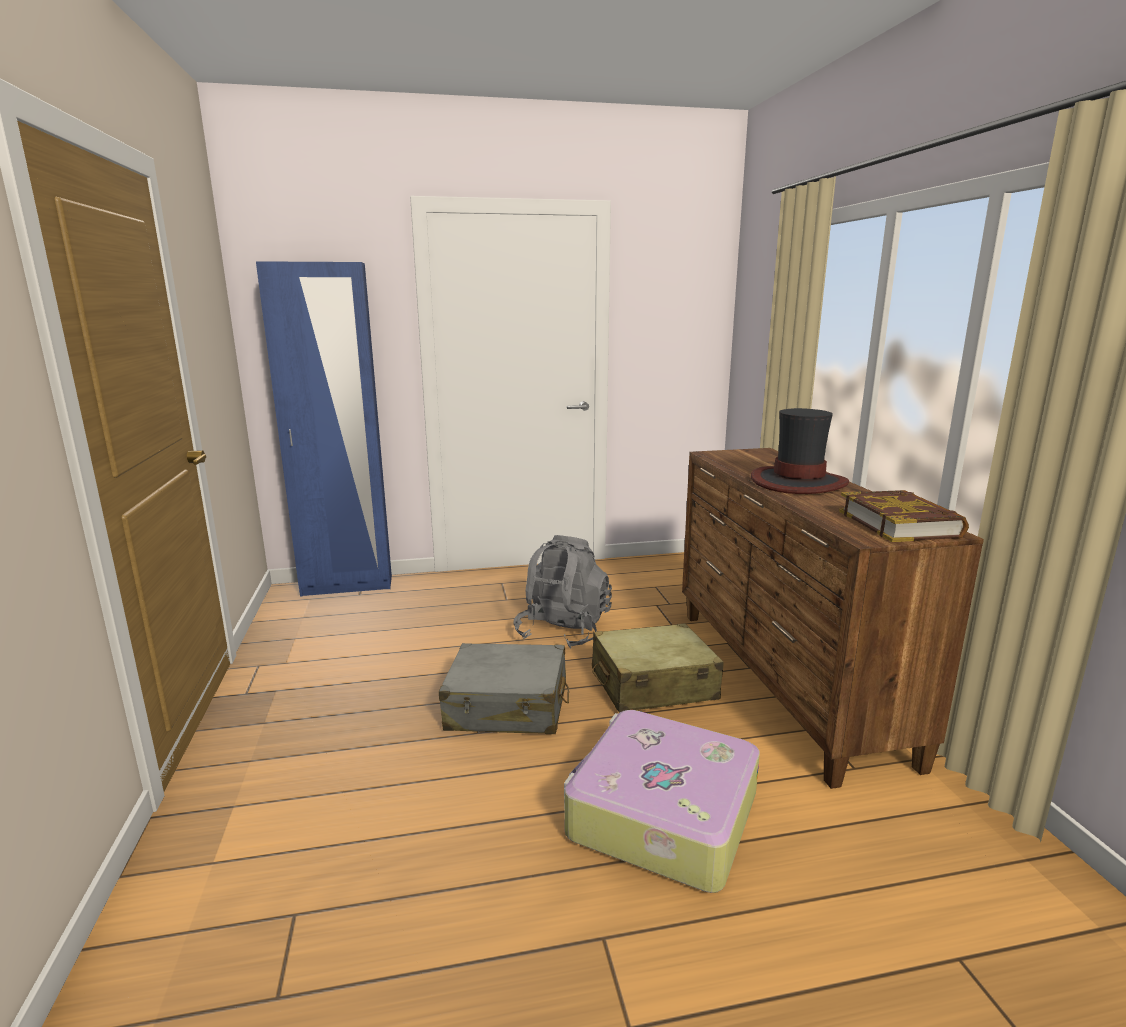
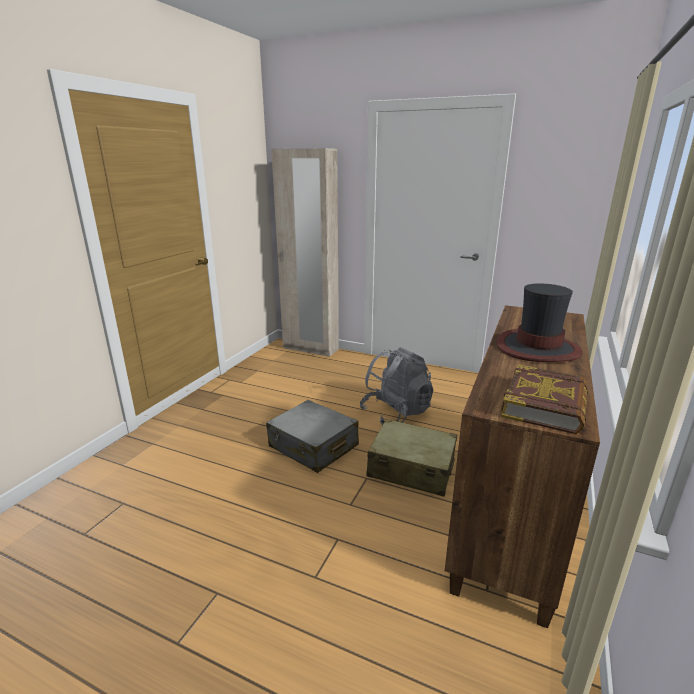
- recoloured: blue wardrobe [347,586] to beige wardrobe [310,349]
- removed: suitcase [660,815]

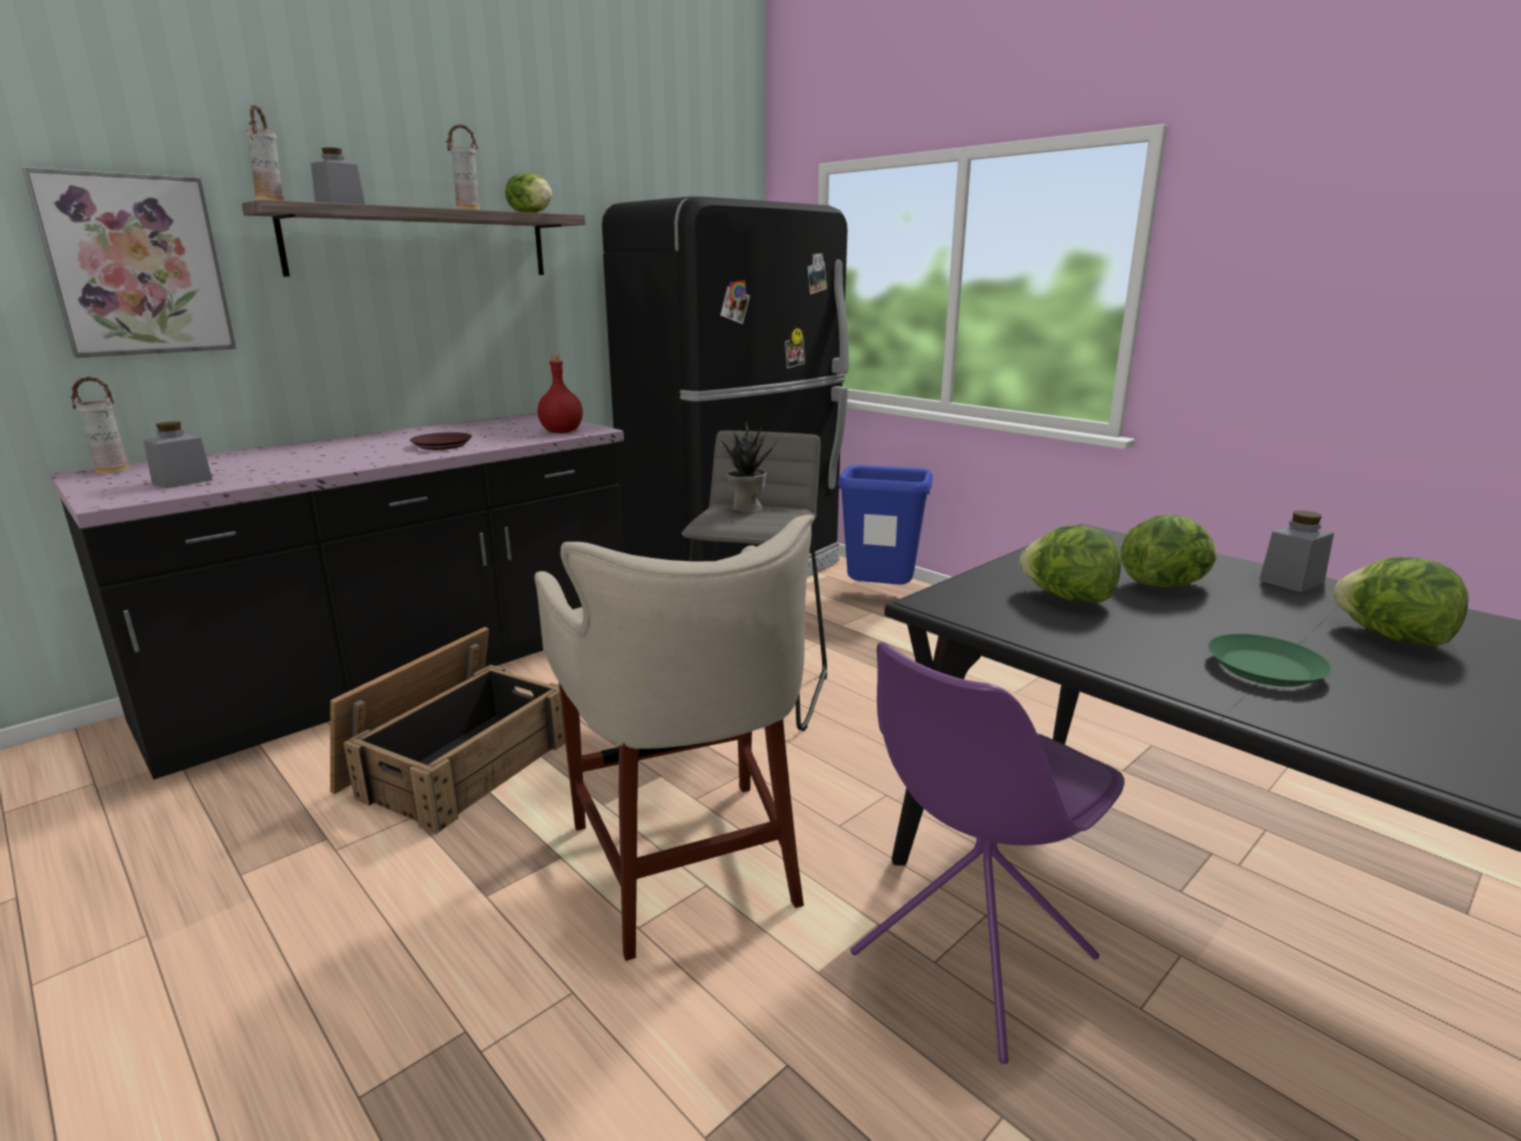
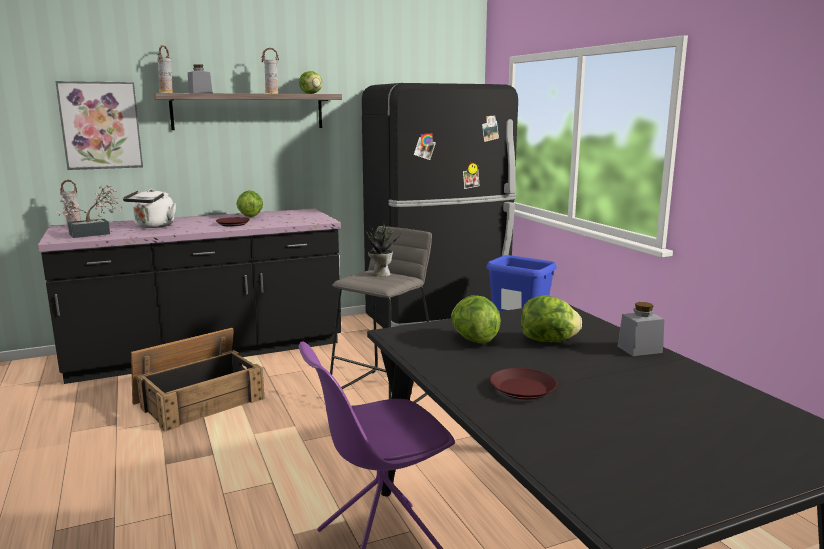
- removed: red bottle [561,432]
- replaced: grey jar [182,482] to potted plant [95,233]
- removed: beige stool [687,859]
- moved: lettuce [1391,637] to [250,216]
- recoloured: green plate [1265,668] to brown plate [523,389]
- added: white kettle [153,226]

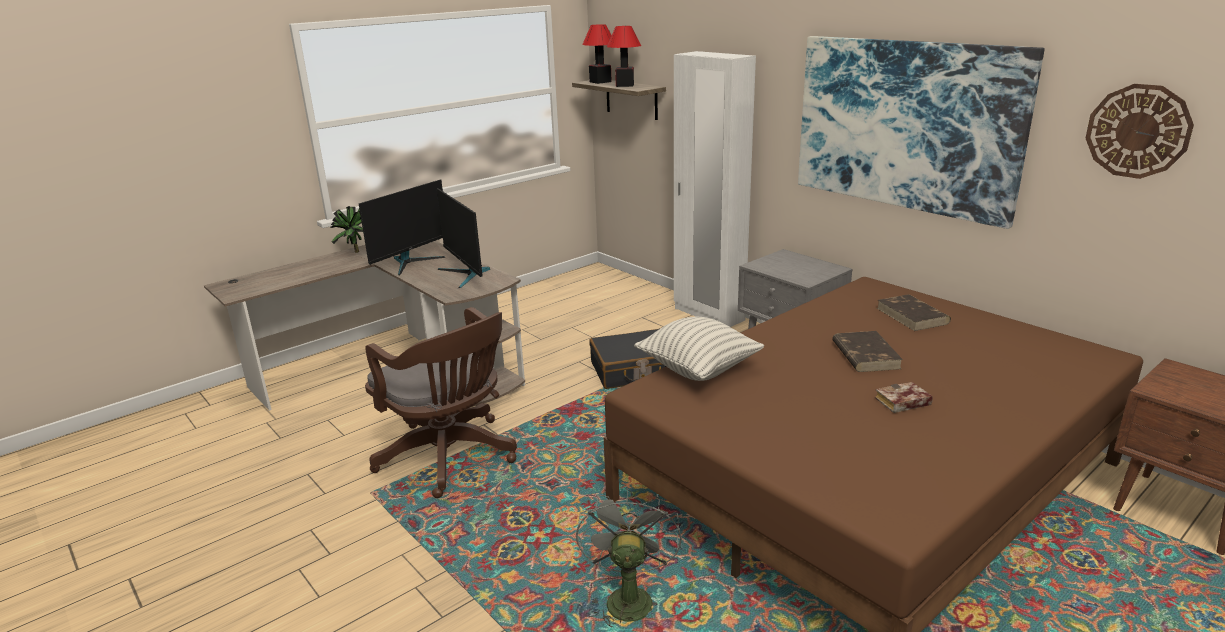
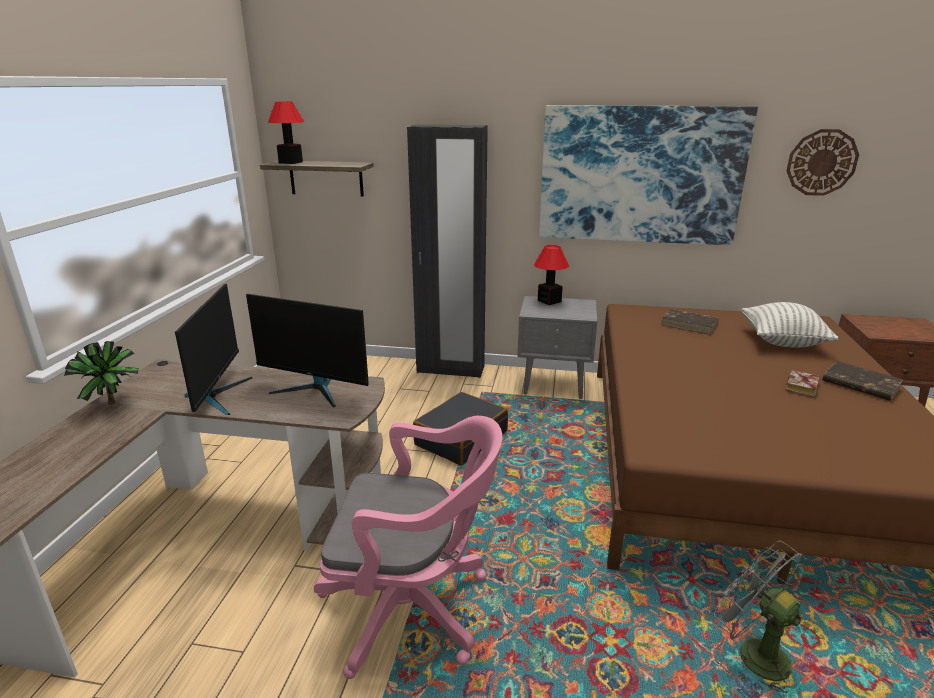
- moved: table lamp [625,85] to [549,301]
- recoloured: white wardrobe [708,314] to black wardrobe [450,369]
- recoloured: brown office chair [451,458] to pink office chair [414,608]
- moved: pillow [698,369] to [782,341]
- moved: brown book [865,355] to [860,384]

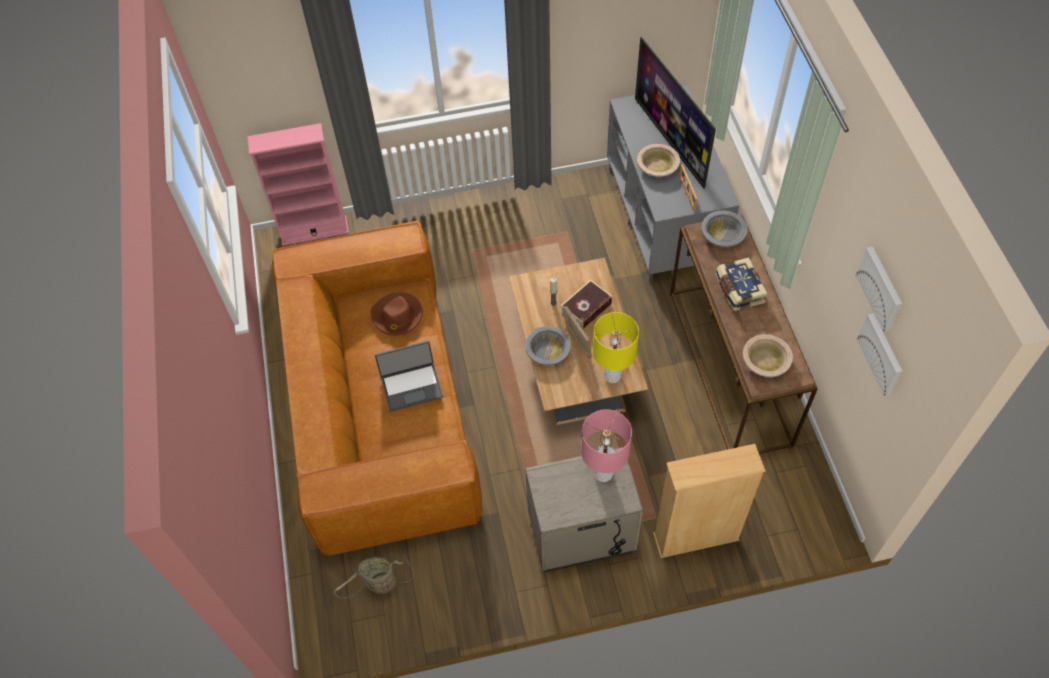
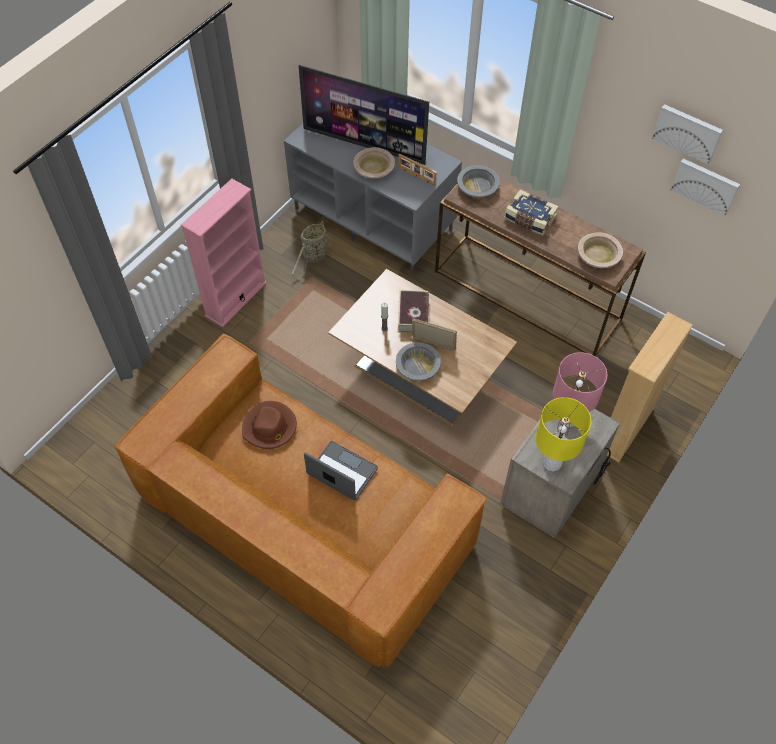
- moved: pink bookcase [314,230] to [236,299]
- moved: yellow table lamp [613,375] to [552,462]
- turned: laptop [411,386] = [341,472] 90 degrees counterclockwise
- moved: basket [379,584] to [314,257]

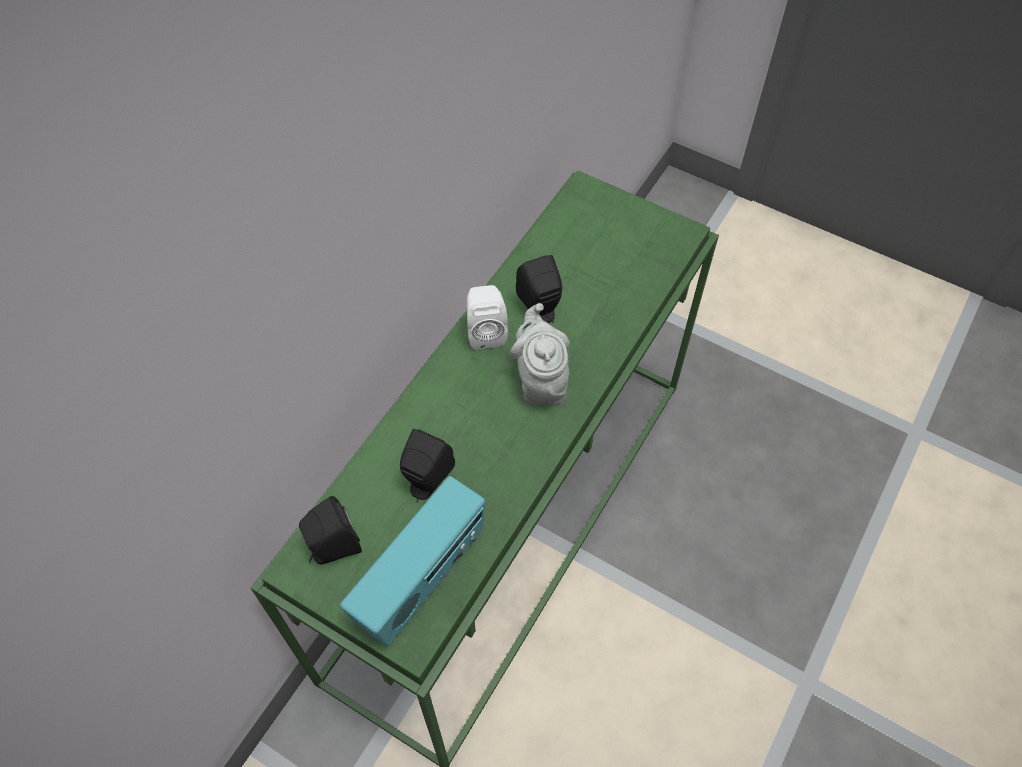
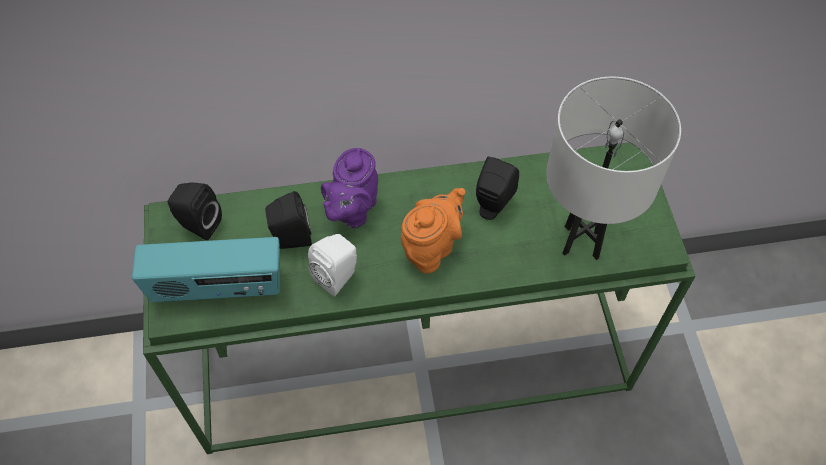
- moved: white speaker [486,331] to [338,276]
- recoloured: grey teapot [541,380] to orange teapot [432,248]
- added: white table lamp [581,242]
- added: purple teapot [352,210]

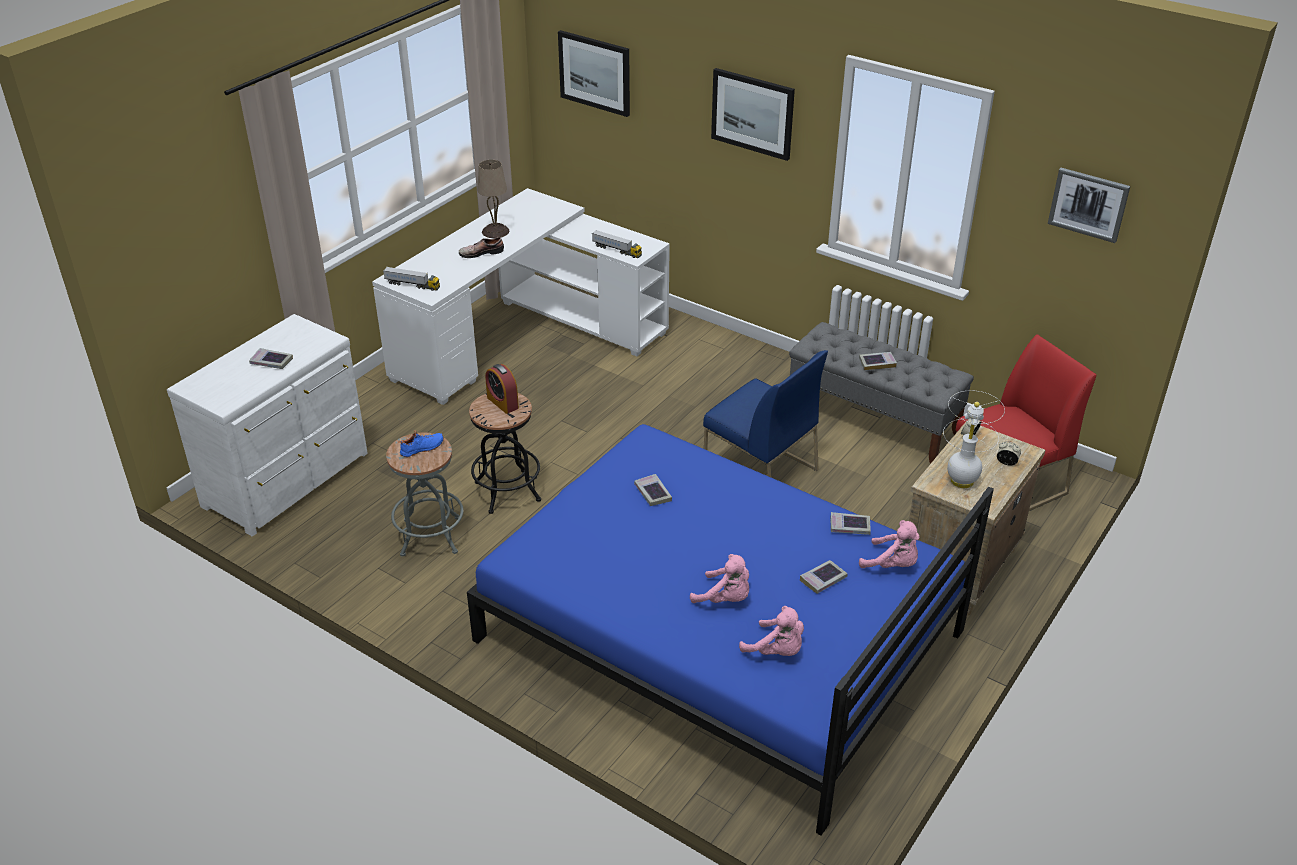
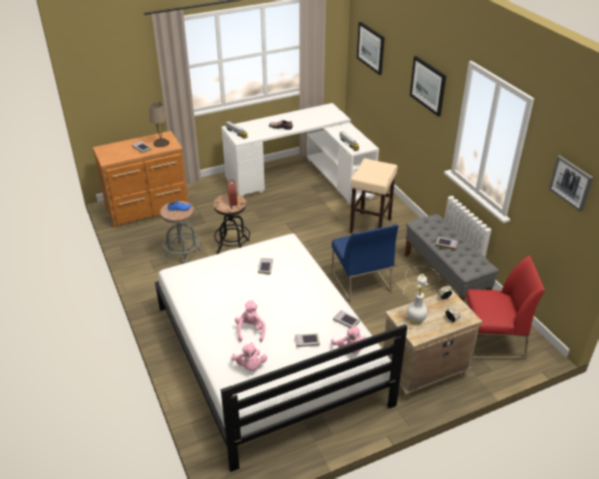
- moved: beige table lamp [496,231] to [161,143]
- recoloured: white dresser [290,480] to brown dresser [148,209]
- recoloured: blue bed [719,637] to white bed [268,354]
- turned: pink plush toy [725,599] = [250,331] 150 degrees counterclockwise
- added: beige stool [370,226]

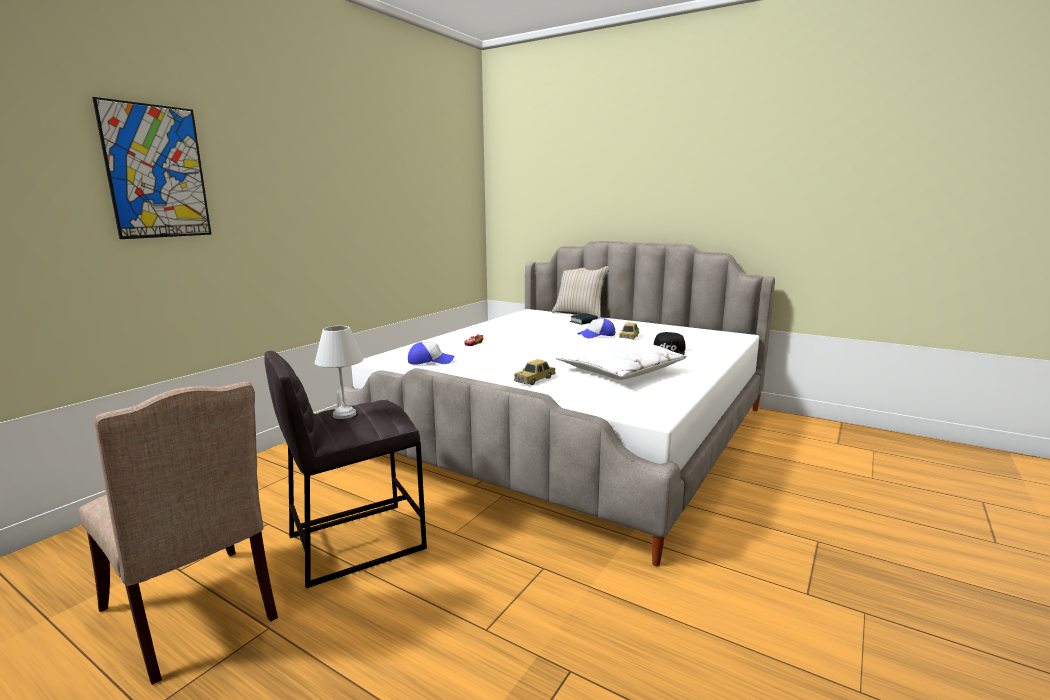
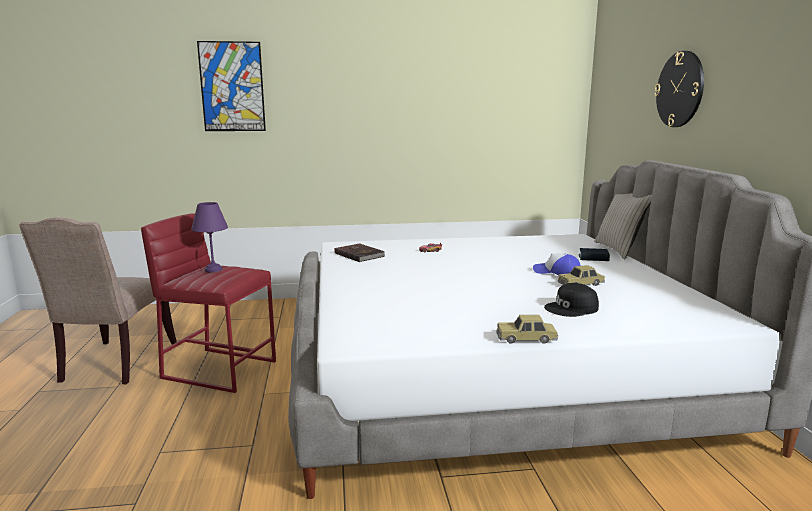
- recoloured: white table lamp [345,414] to purple table lamp [214,270]
- removed: white pillow [619,371]
- replaced: cap [430,361] to brown book [359,254]
- recoloured: grey stool [355,542] to red stool [219,369]
- moved: toy car [535,379] to [526,339]
- added: wall clock [680,89]

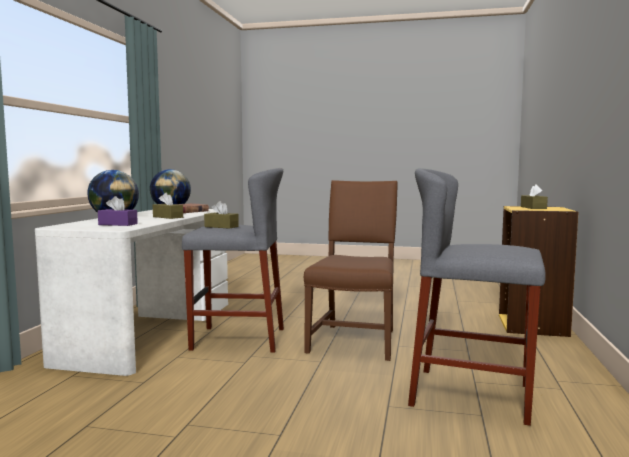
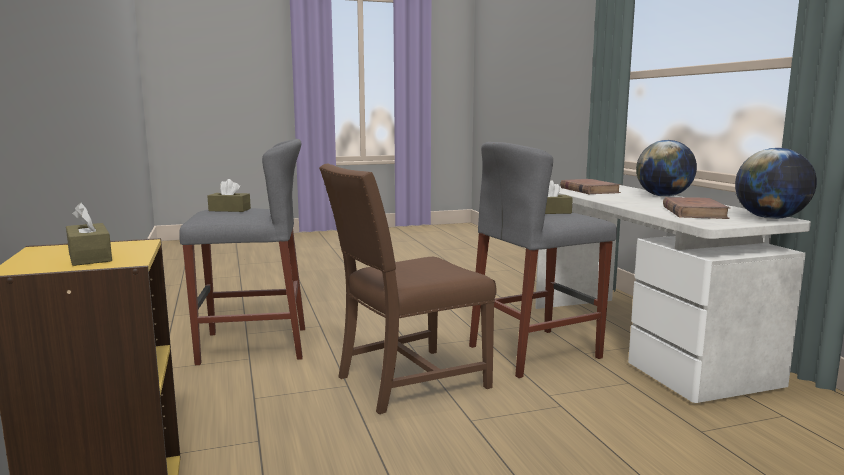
- turned: brown chair [355,340] = [407,381] 75 degrees clockwise
- moved: brown tissue box [168,217] to [229,210]
- replaced: purple tissue box [118,224] to brown book [589,190]

